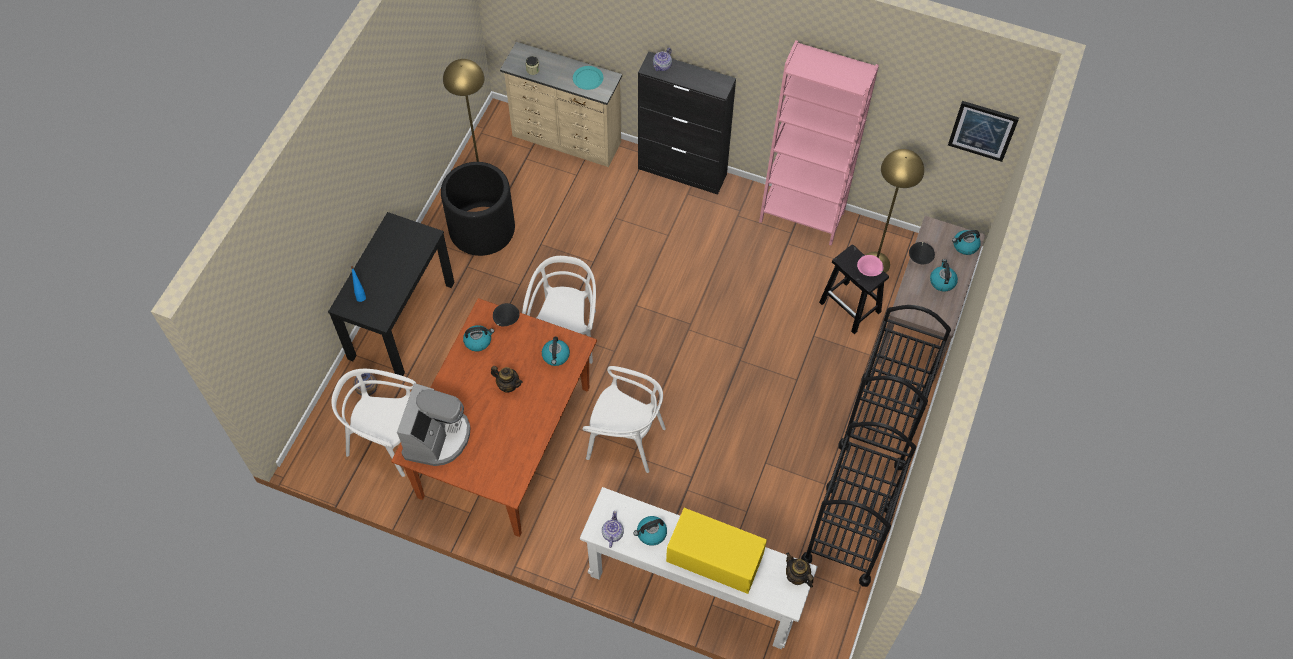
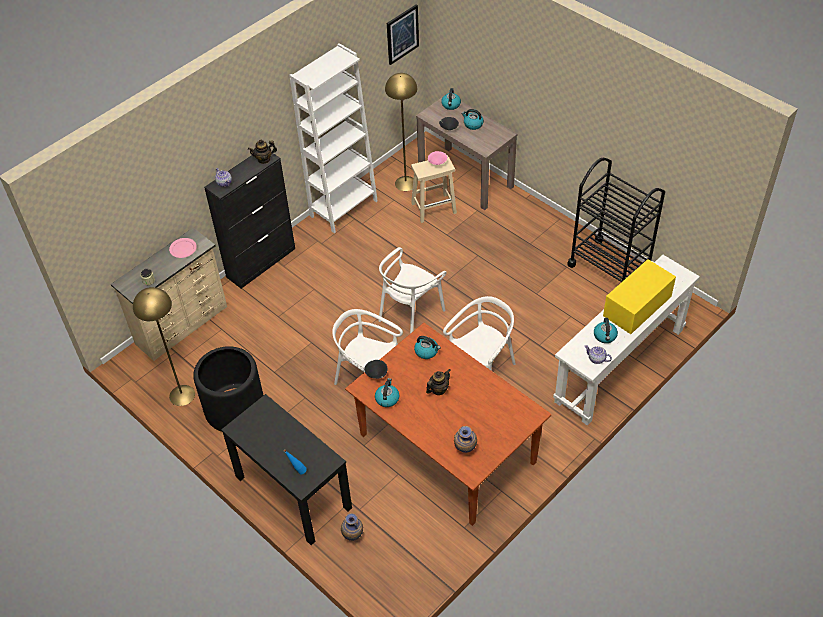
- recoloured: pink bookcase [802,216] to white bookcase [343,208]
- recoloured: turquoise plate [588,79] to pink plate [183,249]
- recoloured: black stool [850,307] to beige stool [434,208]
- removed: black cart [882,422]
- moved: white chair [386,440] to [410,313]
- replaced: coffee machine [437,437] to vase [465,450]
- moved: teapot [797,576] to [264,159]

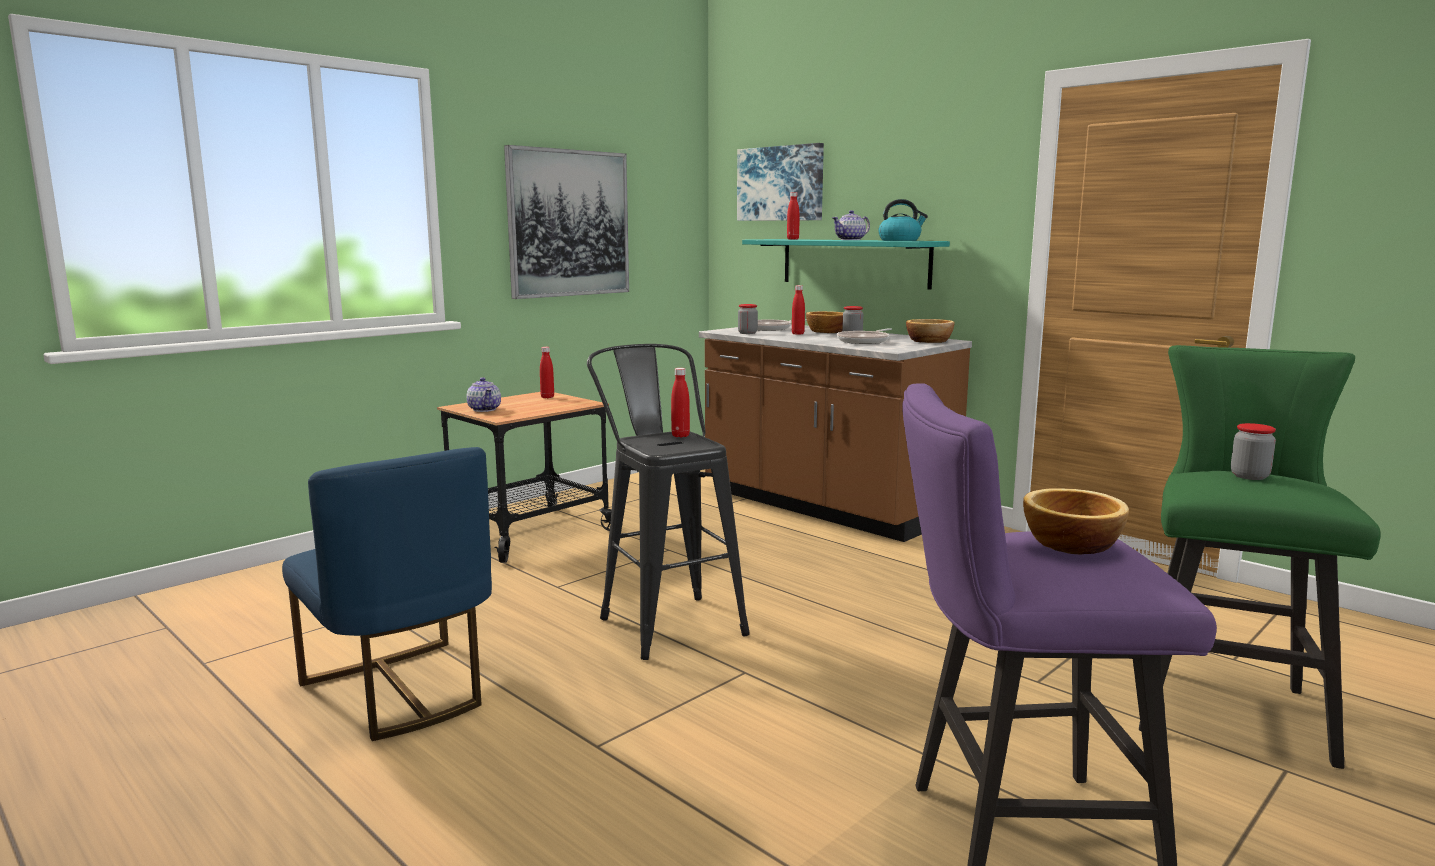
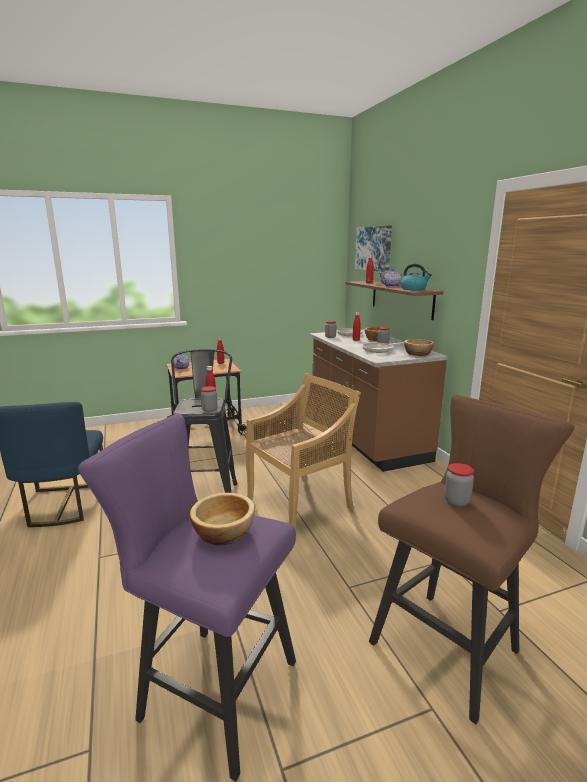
- removed: picture [568,223]
- recoloured: turquoise shelf [854,262] to brown shelf [401,299]
- recoloured: green stool [1226,704] to brown stool [451,643]
- added: beige chair [300,503]
- added: jar [209,410]

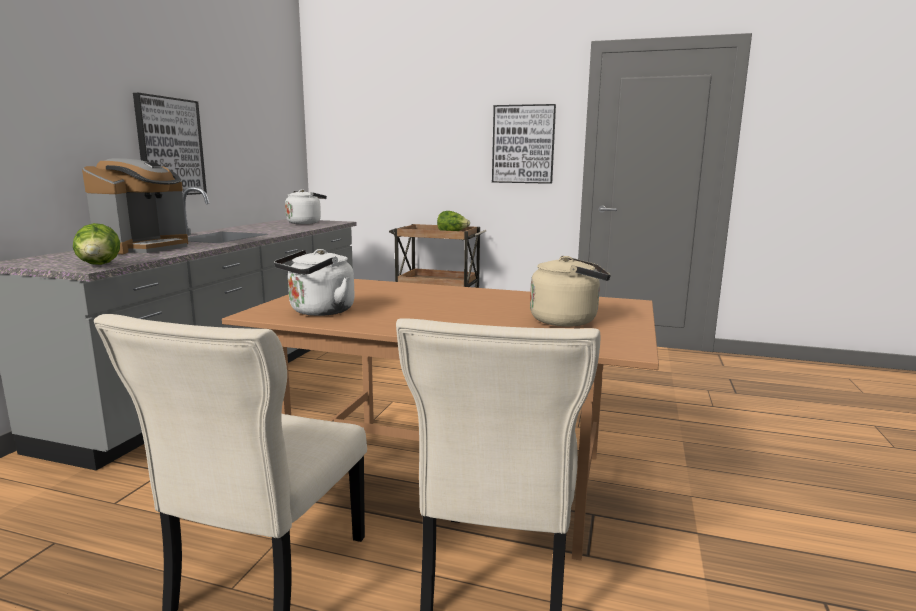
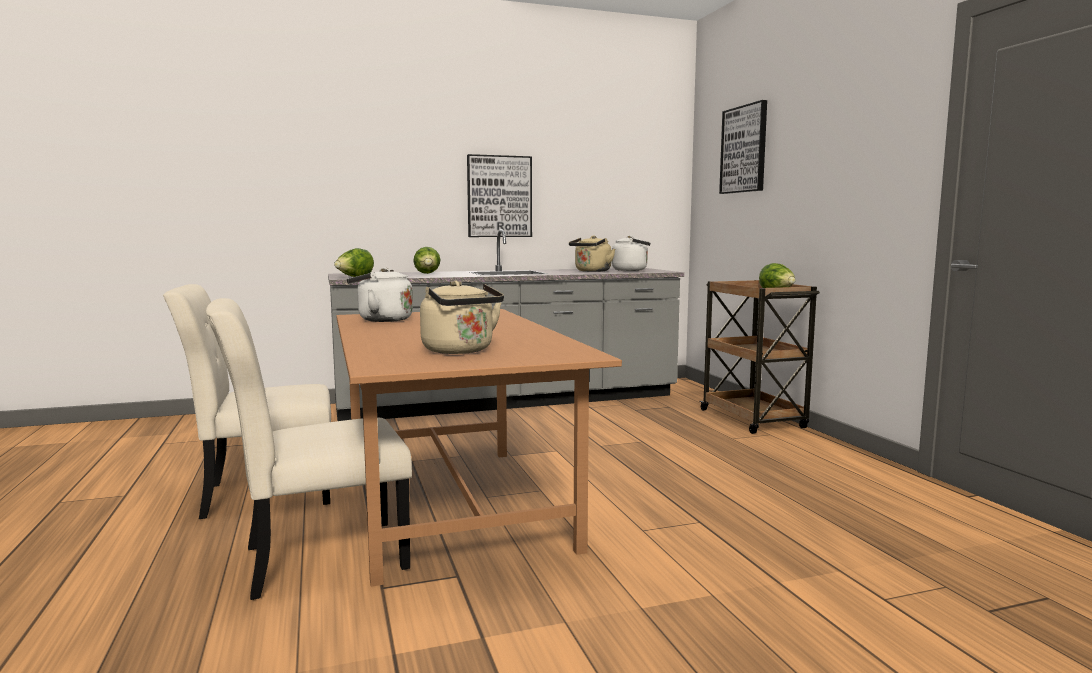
- moved: picture [523,144] to [744,149]
- replaced: coffee machine [144,248] to lettuce [427,274]
- added: beige kettle [591,271]

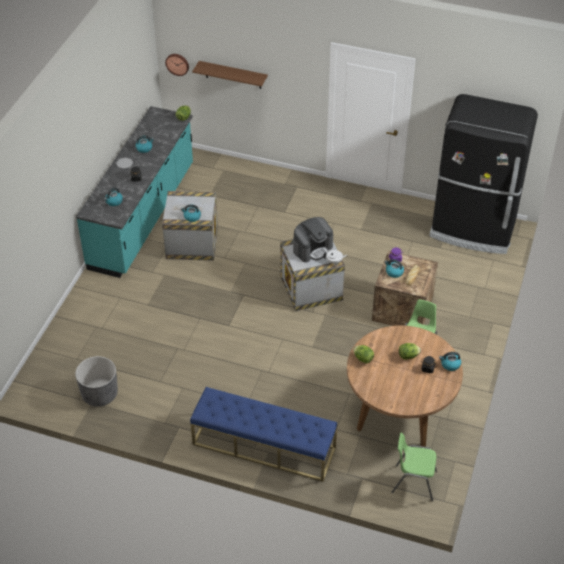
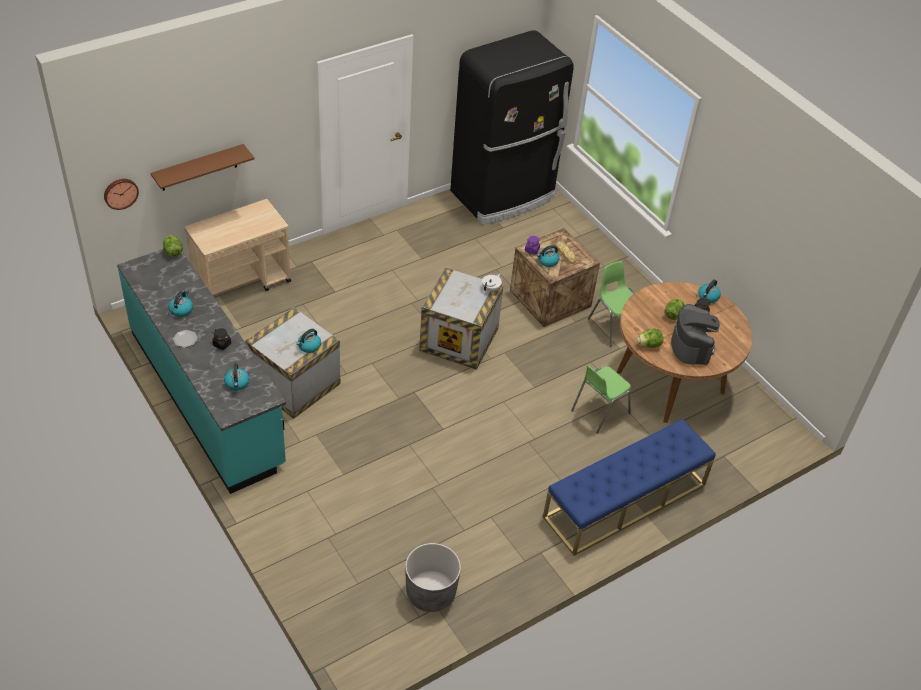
- moved: coffee machine [312,248] to [691,345]
- moved: green chair [413,482] to [599,412]
- added: beige cart [242,283]

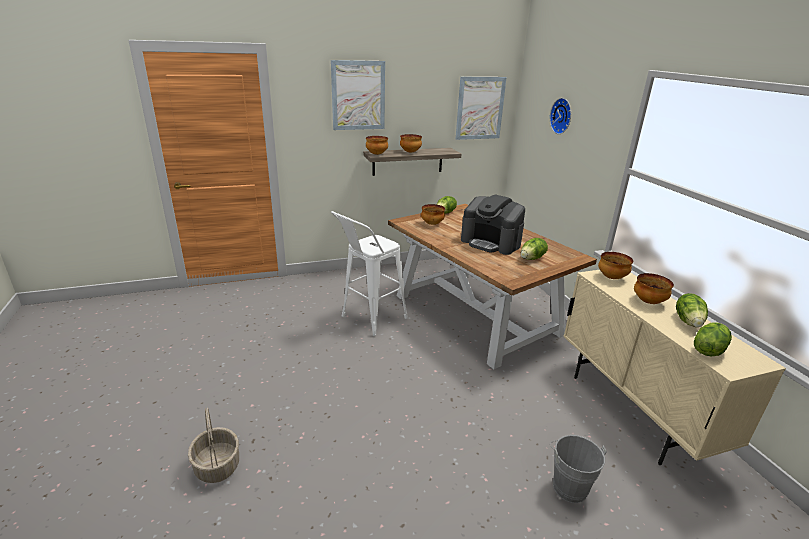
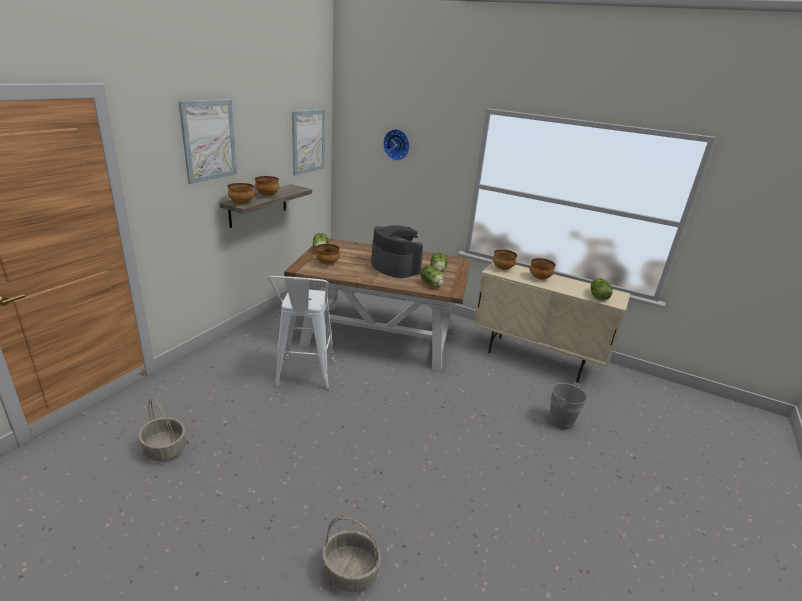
- turned: coffee machine [491,242] = [395,267] 120 degrees counterclockwise
- moved: lettuce [689,321] to [431,284]
- added: basket [165,449]

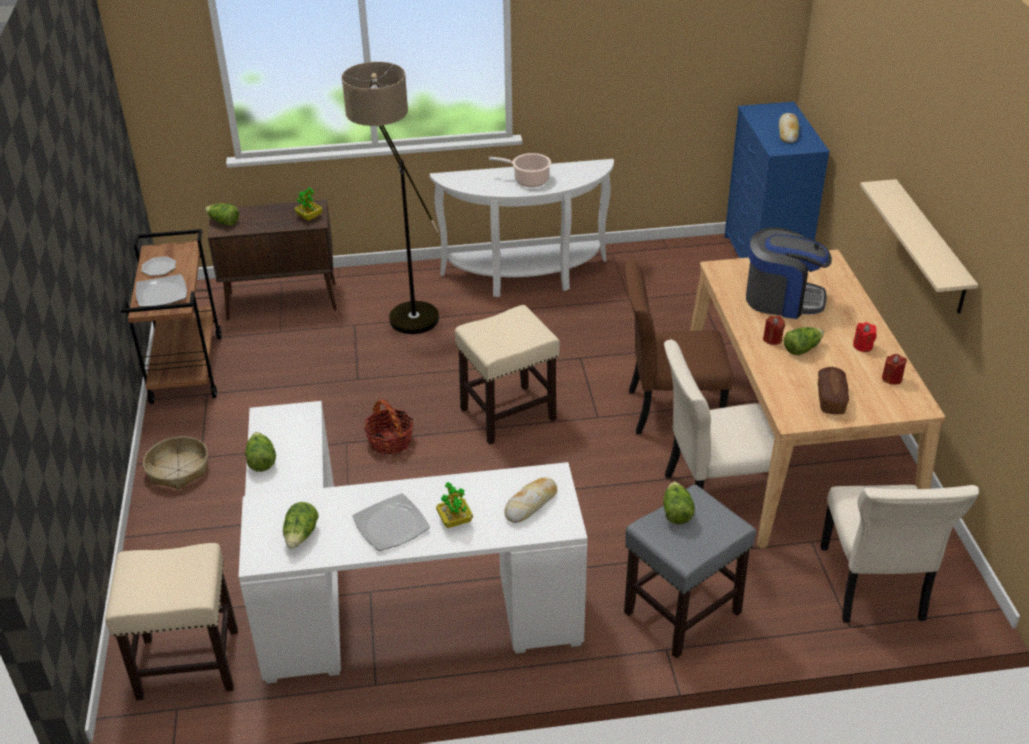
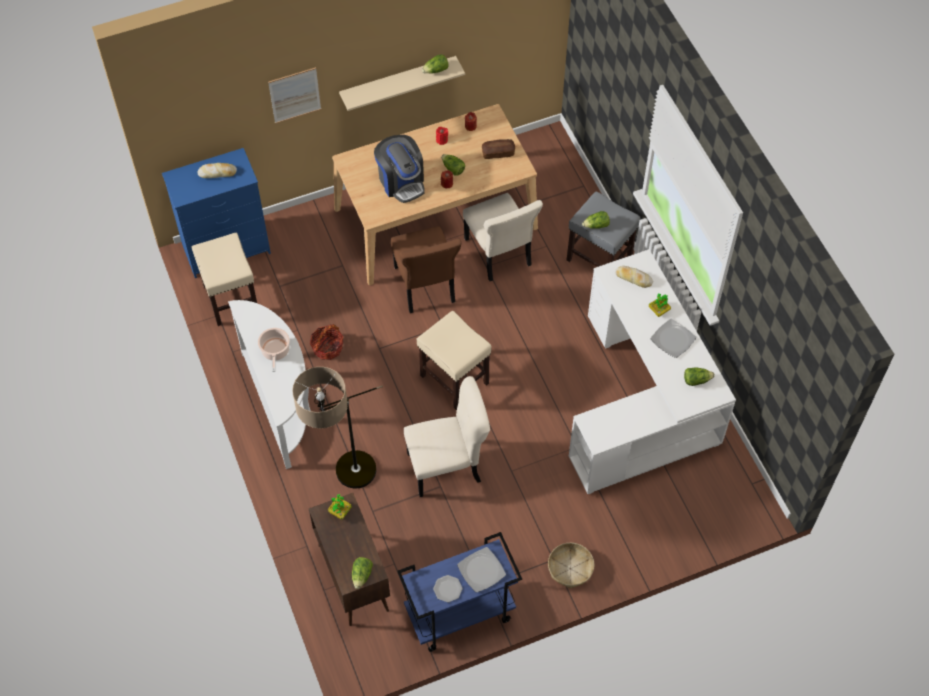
- turned: coffee machine [782,299] = [401,181] 150 degrees clockwise
- recoloured: brown cart [186,369] to blue cart [459,615]
- moved: basket [390,441] to [327,348]
- moved: lettuce [261,461] to [436,70]
- moved: beige chair [872,587] to [447,467]
- moved: beige stool [187,664] to [231,299]
- added: picture [295,95]

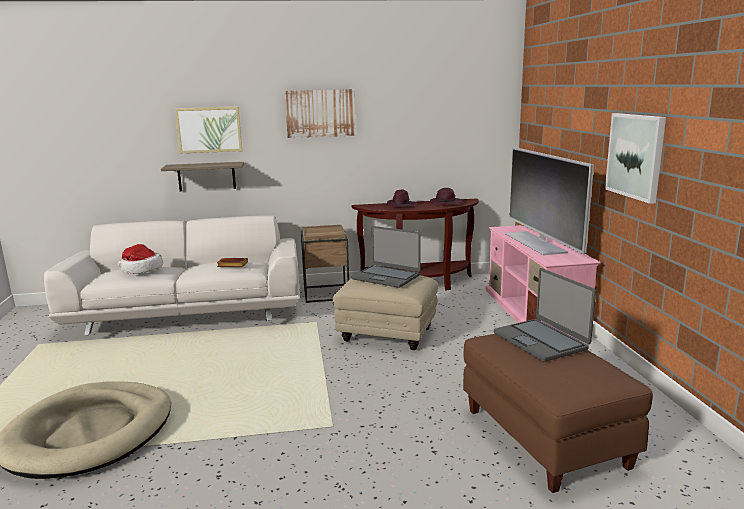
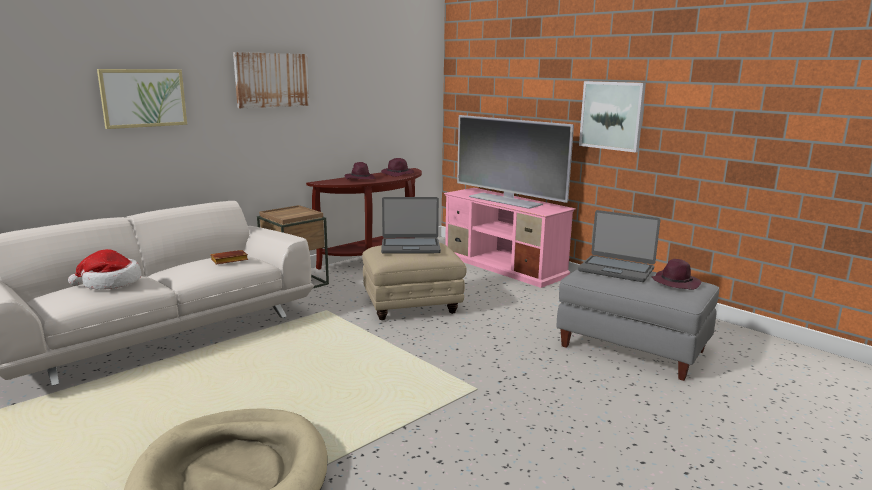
- removed: shelf [206,176]
- recoloured: brown ottoman [545,437] to grey ottoman [632,348]
- added: purple hat [675,282]

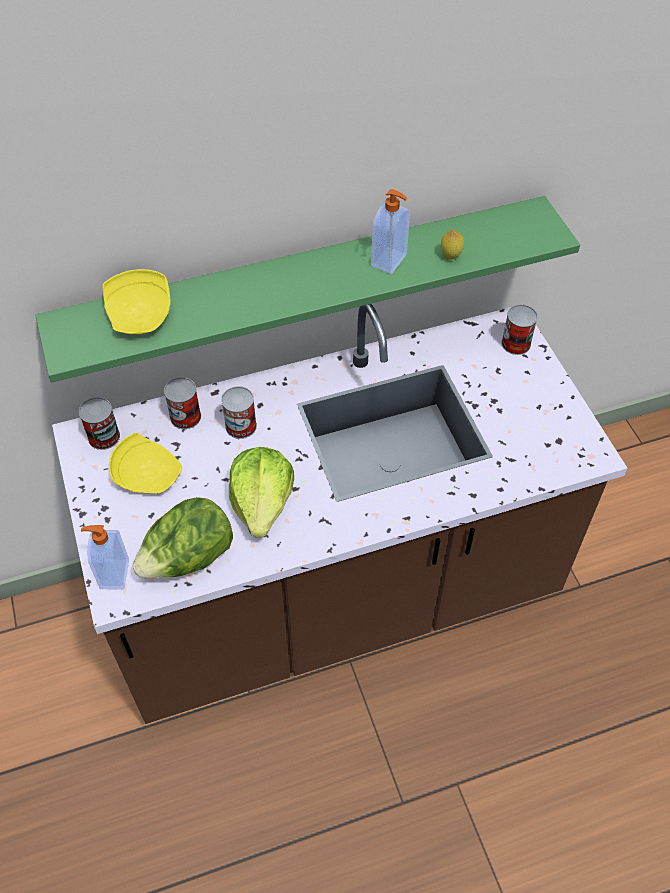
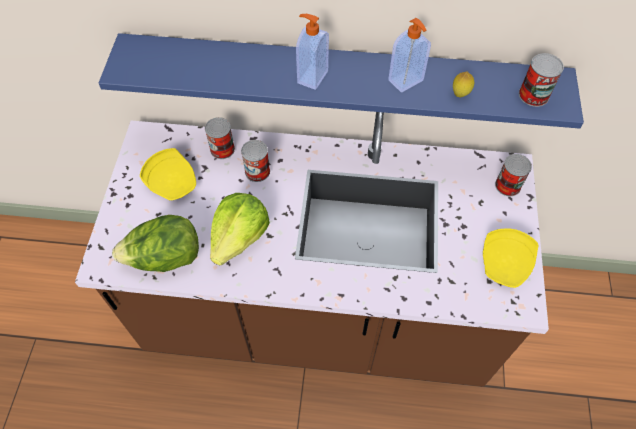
- recoloured: green shelf [304,285] to blue shelf [340,78]
- moved: yellow plate [141,315] to [506,264]
- moved: can [104,437] to [533,95]
- moved: soap dispenser [113,574] to [311,77]

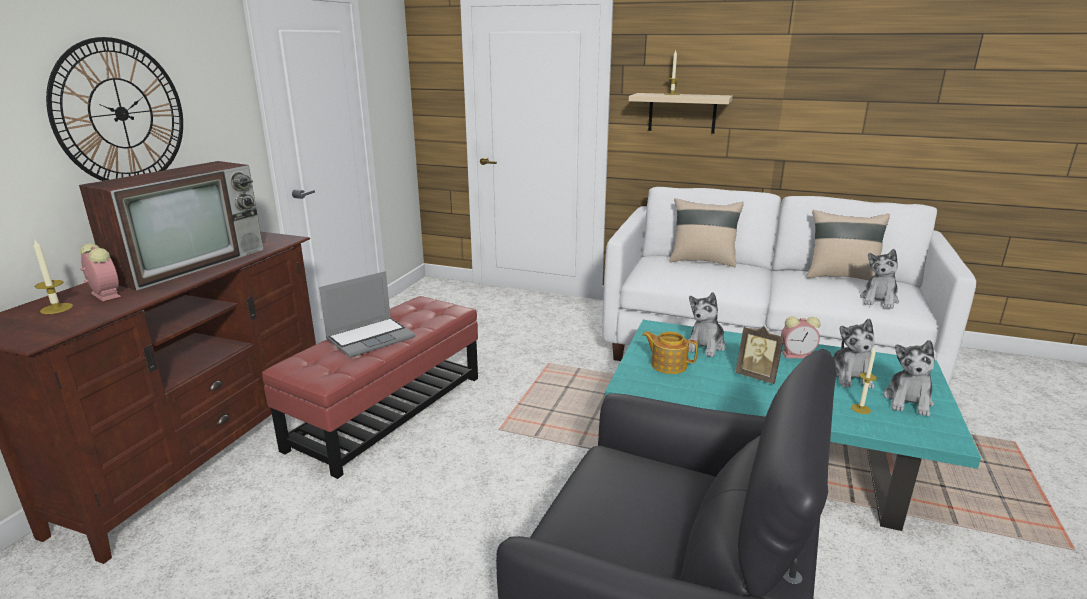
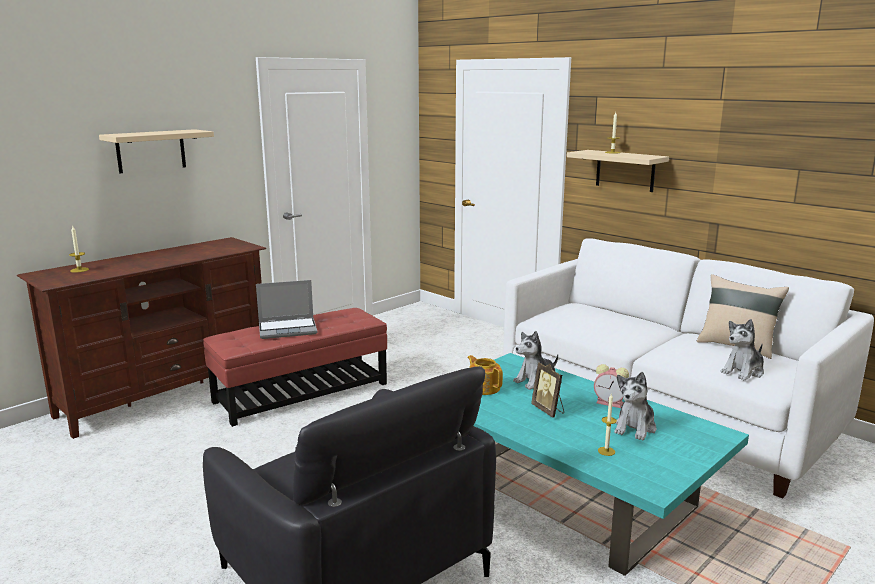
- replaced: wall clock [121,113] to beige shelf [151,151]
- removed: television [192,263]
- removed: beige pillow [702,261]
- removed: alarm clock [104,294]
- removed: plush toy [908,401]

